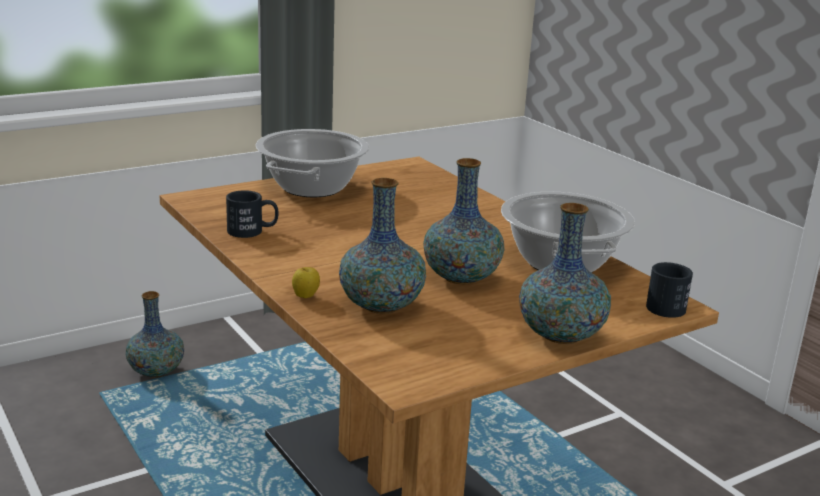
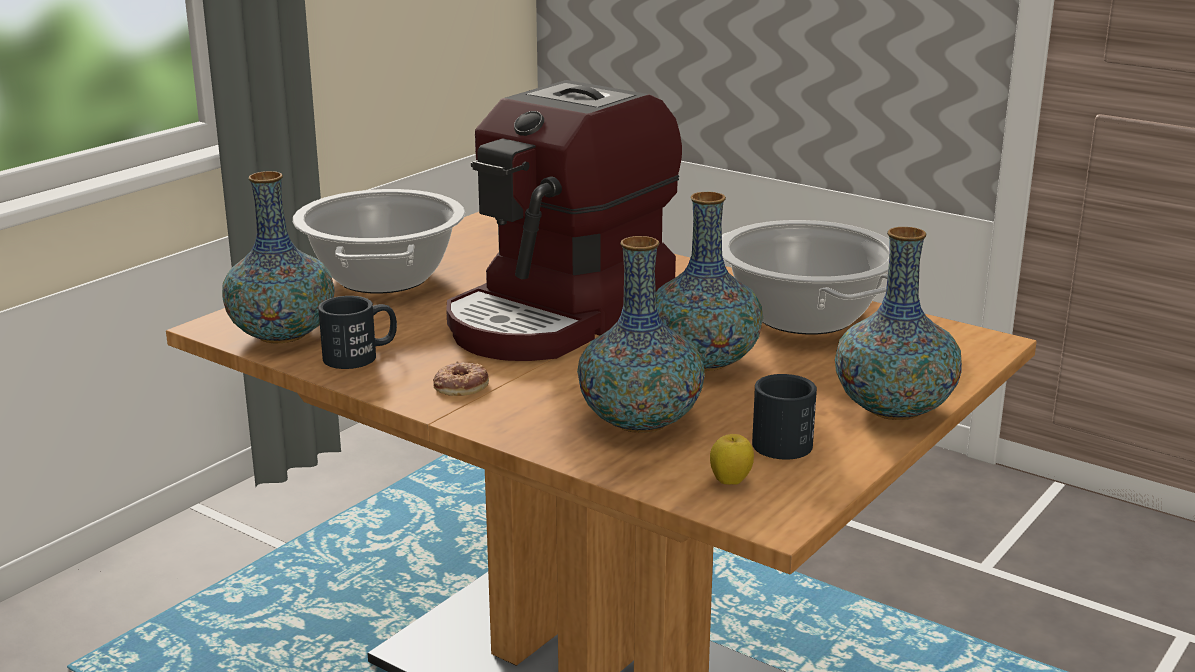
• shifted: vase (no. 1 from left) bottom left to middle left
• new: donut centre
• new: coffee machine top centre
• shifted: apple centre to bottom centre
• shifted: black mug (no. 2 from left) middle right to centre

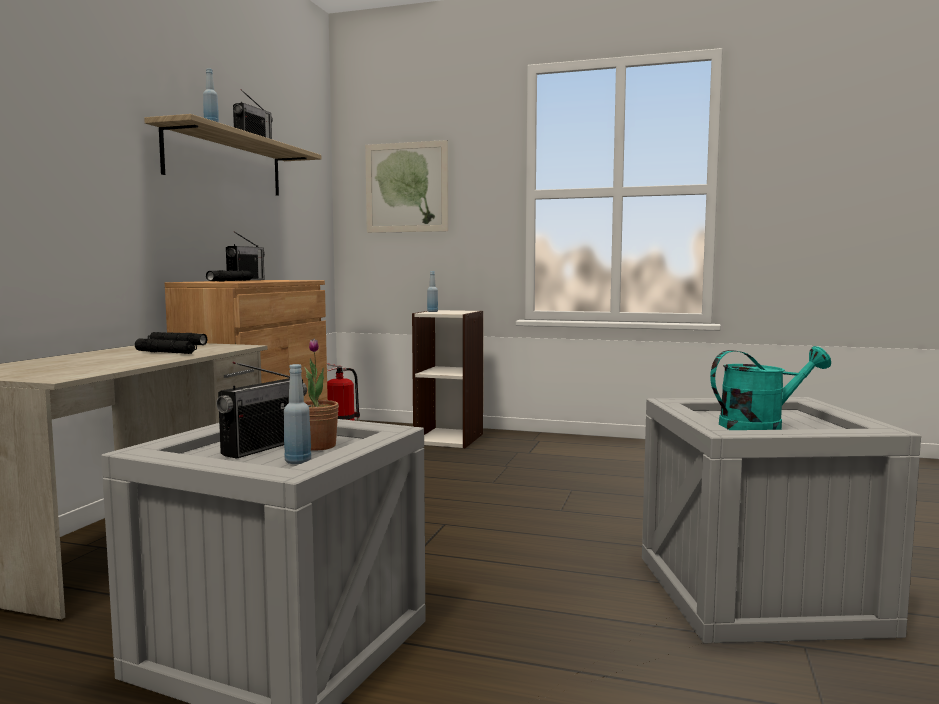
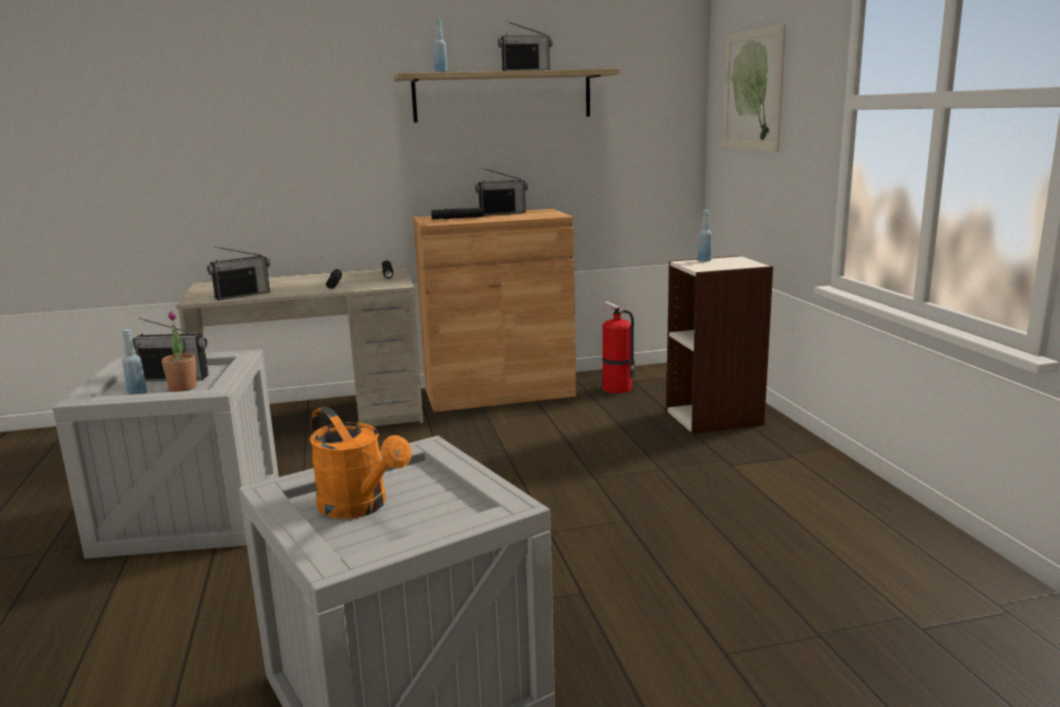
• new: radio (no. 2 from left) middle left
• repainted: turquoise watering can middle right to orange watering can centre

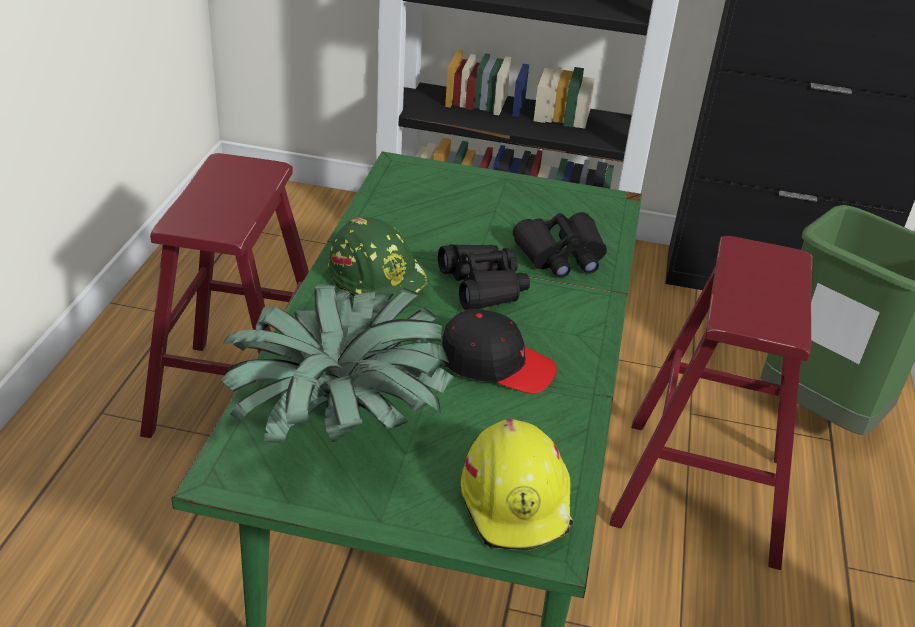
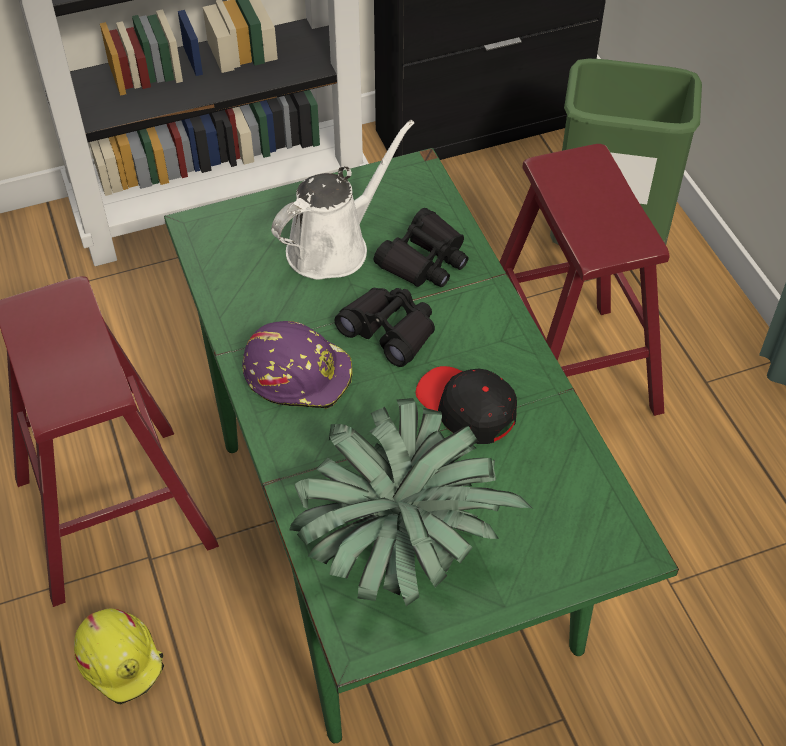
• shifted: yellow hard hat bottom centre to bottom left
• repainted: green hard hat centre to purple hard hat centre
• new: white watering can top centre
• rotated: black cap centre = centre 120 degrees counterclockwise

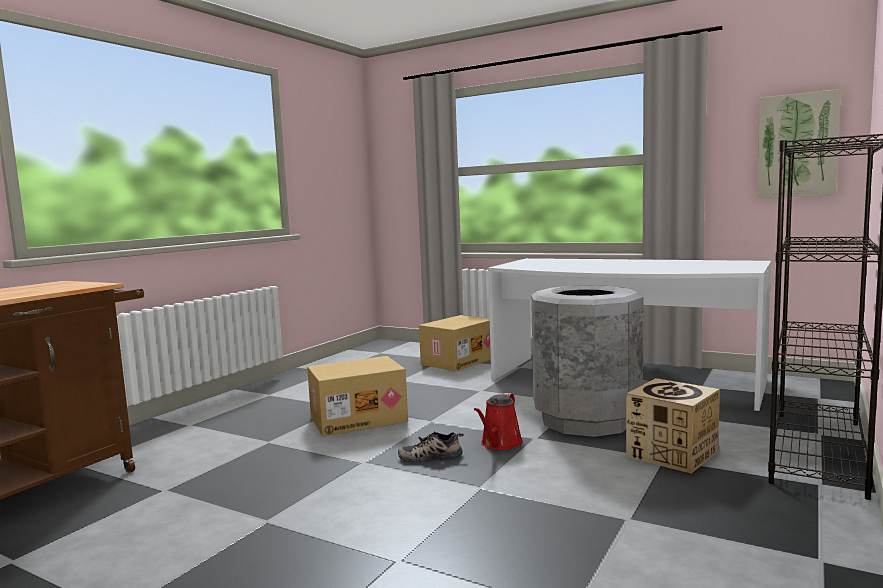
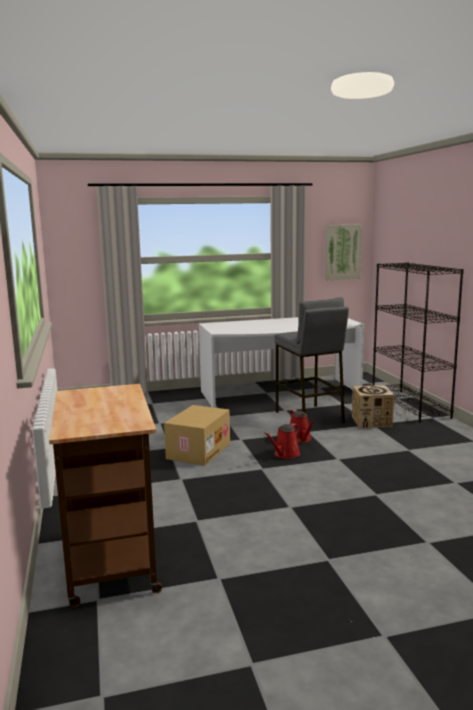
• swapped: shoe bottom centre to red watering can (no. 1 from left) centre
• swapped: grey trash can centre to grey stool centre
• gone: cardboard box (no. 2 from left) centre

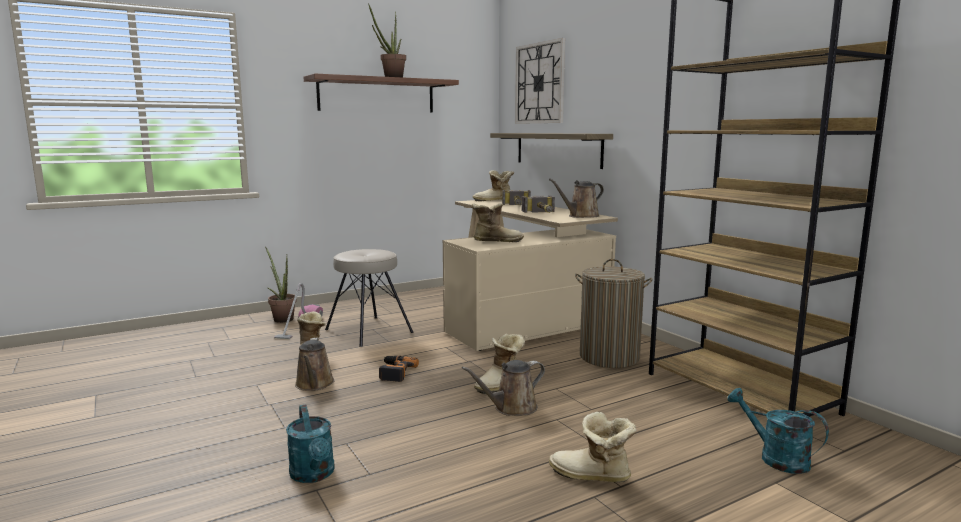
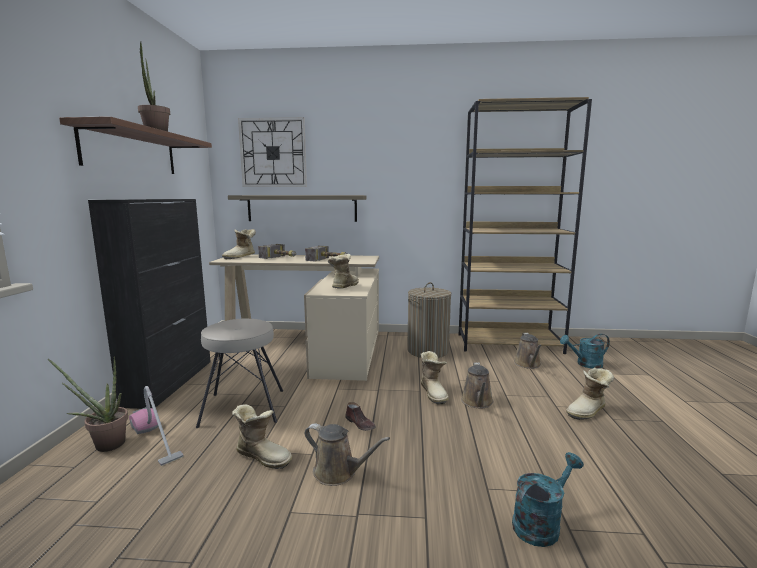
• new: black cabinet middle left
• swapped: power drill bottom centre to brown shoe bottom centre
• rotated: turquoise watering can (no. 1 from left) bottom left = bottom right 45 degrees counterclockwise
• shifted: brown watering can (no. 3 from left) centre to middle right

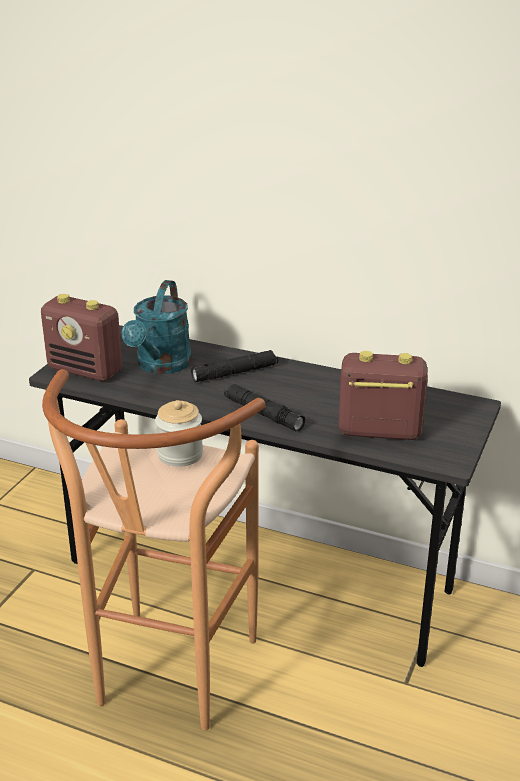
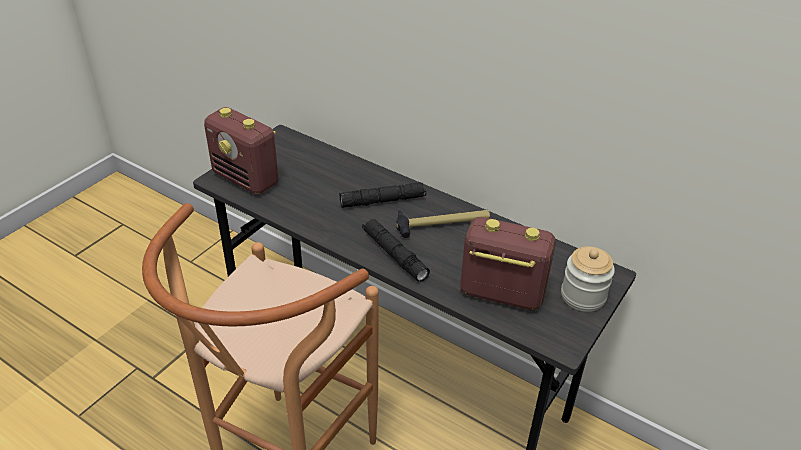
• new: hammer centre
• shifted: jar centre to middle right
• gone: turquoise watering can middle left

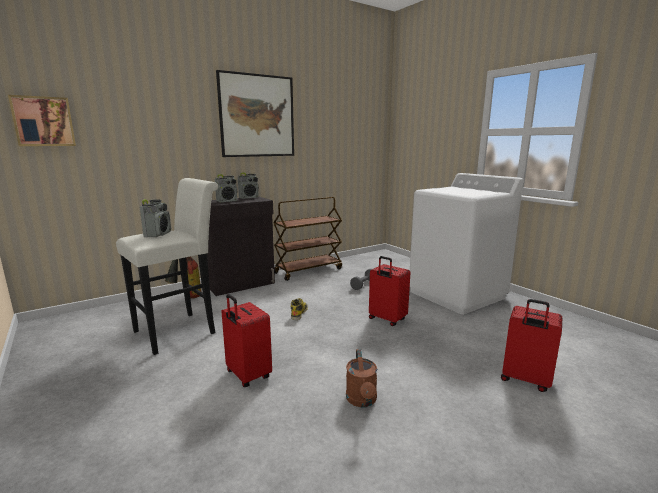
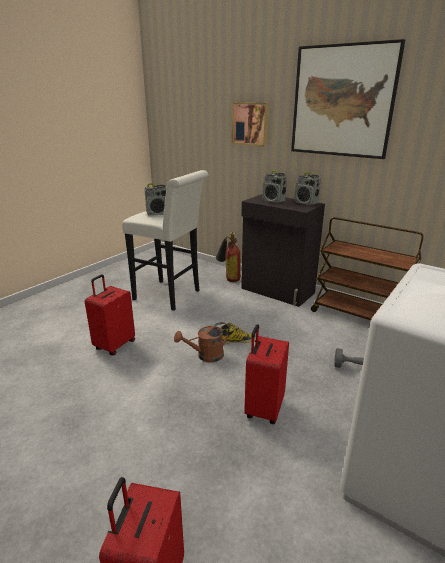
• shifted: brown watering can bottom centre to centre
• shifted: picture (no. 1 from left) top left to top centre

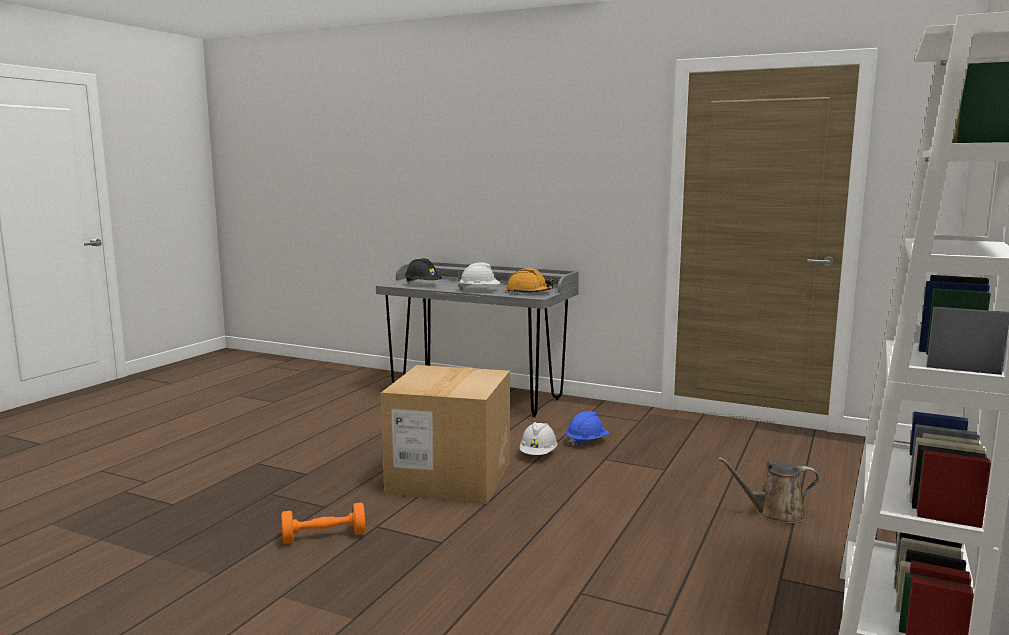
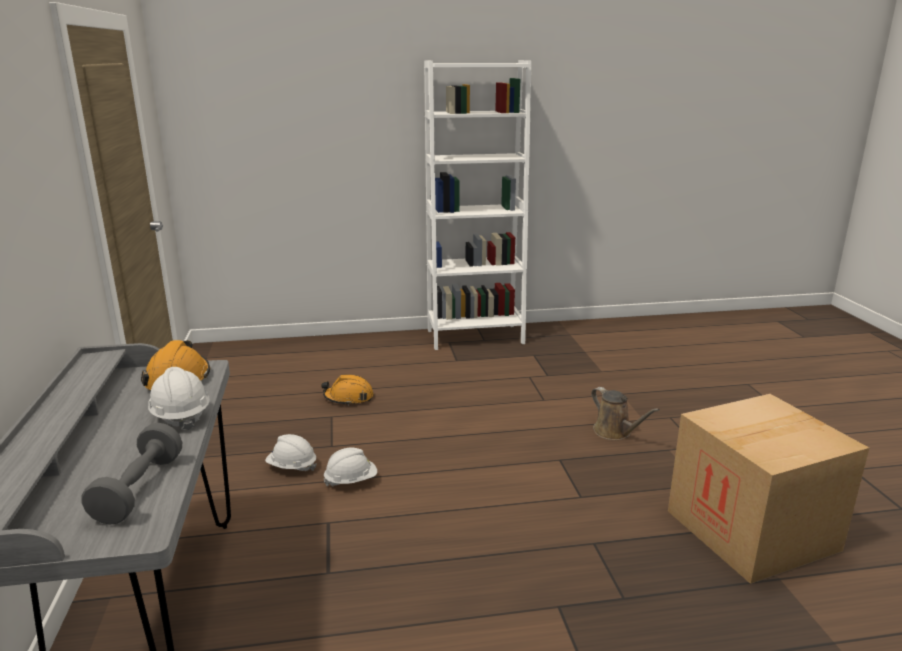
• swapped: black hard hat centre to grey dumbbell bottom left
• repainted: blue hard hat bottom centre to white hard hat (no. 2 from left) bottom left
• new: orange hard hat (no. 2 from left) centre
• shifted: brown watering can bottom right to middle right
• shifted: cardboard box bottom centre to bottom right
• gone: orange dumbbell bottom left

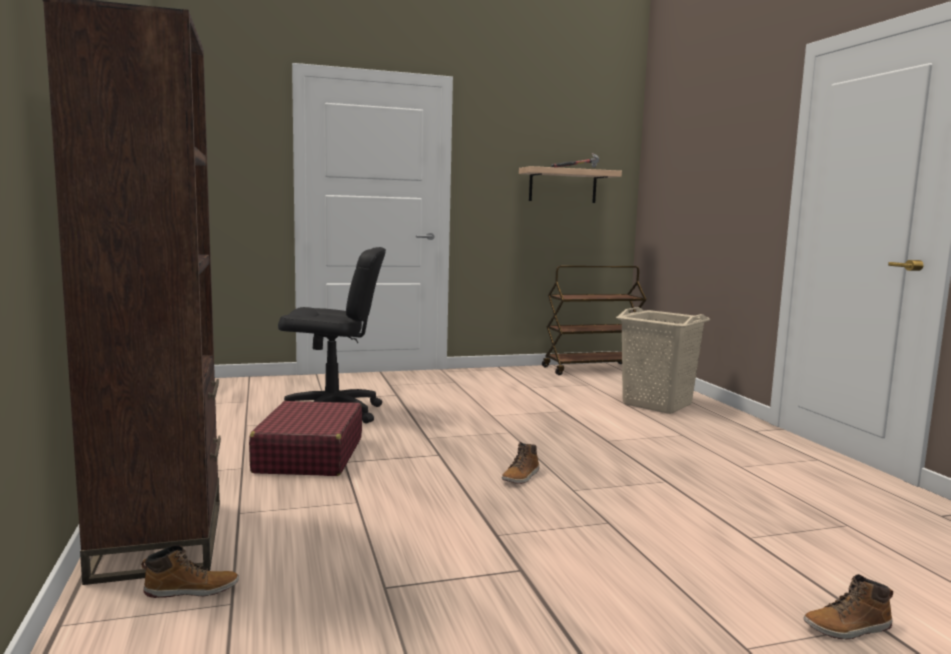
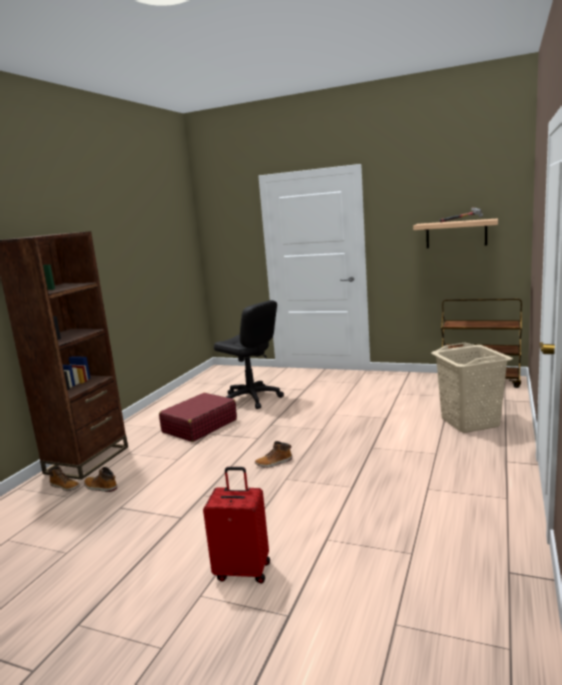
• shifted: boot (no. 3 from left in the first image) bottom right to boot (no. 2 from left) bottom left
• new: red suitcase (no. 2 from left) bottom centre

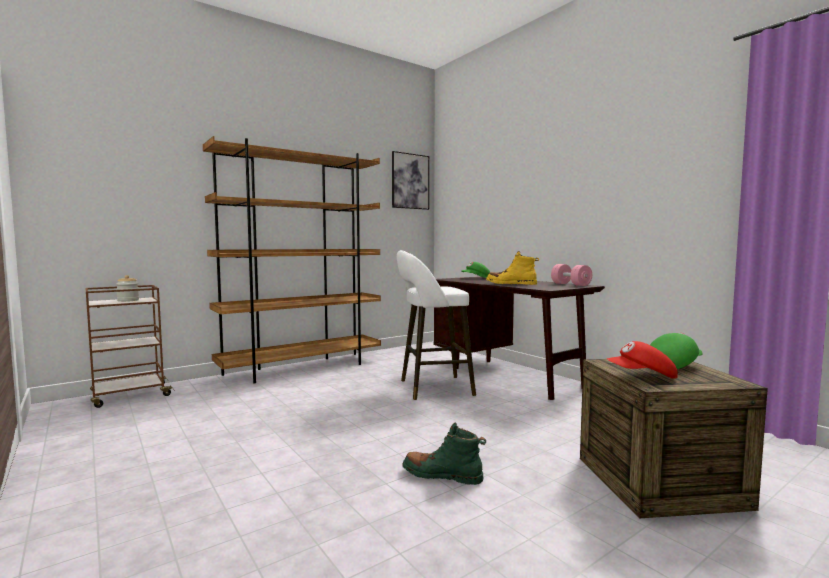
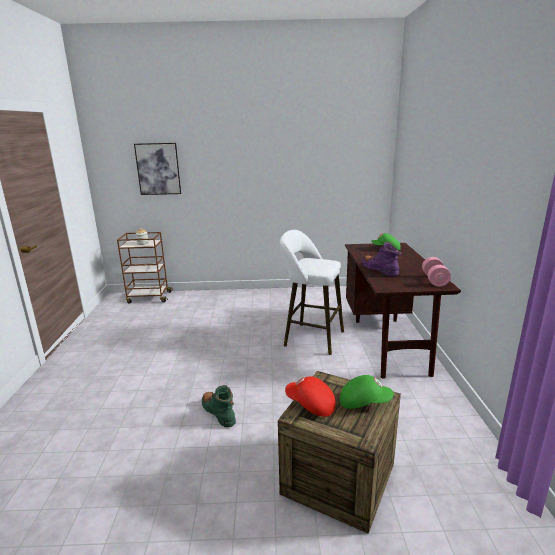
• shifted: picture top centre to top left
• repainted: yellow boot centre to purple boot middle right
• gone: brown bookcase centre

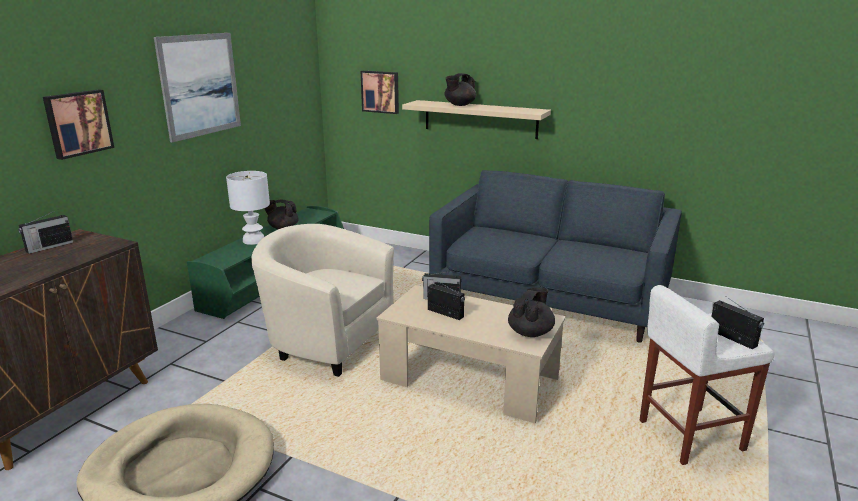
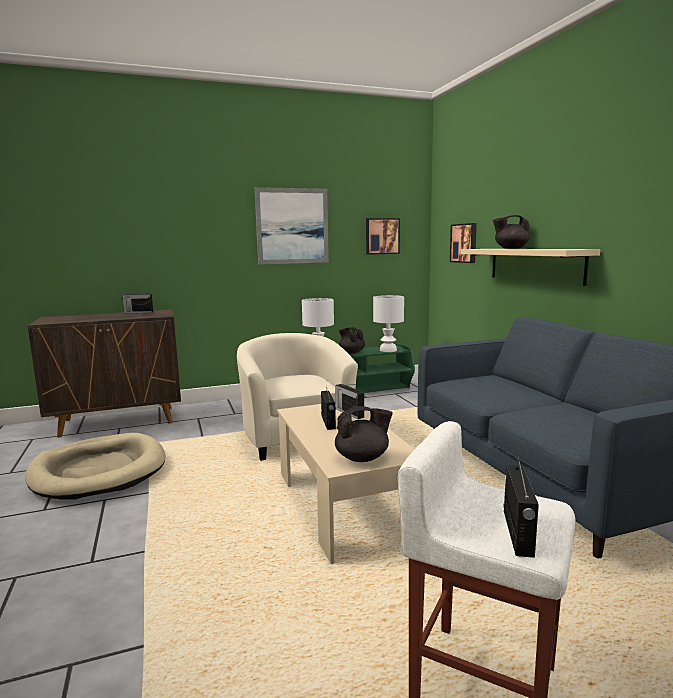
• shifted: picture (no. 1 from left in the first image) top left to picture (no. 2 from left) centre
• new: white table lamp (no. 2 from left) centre

